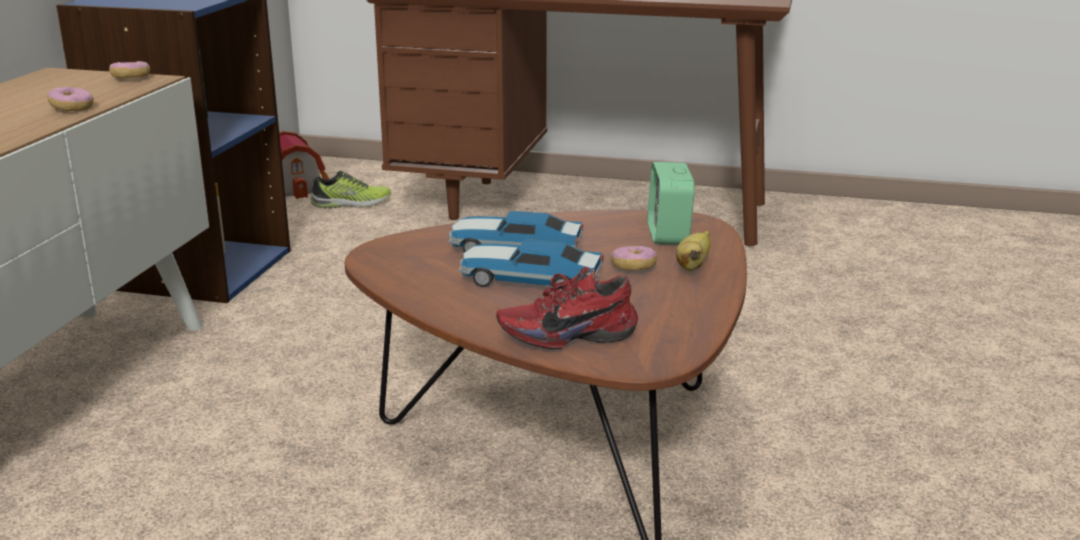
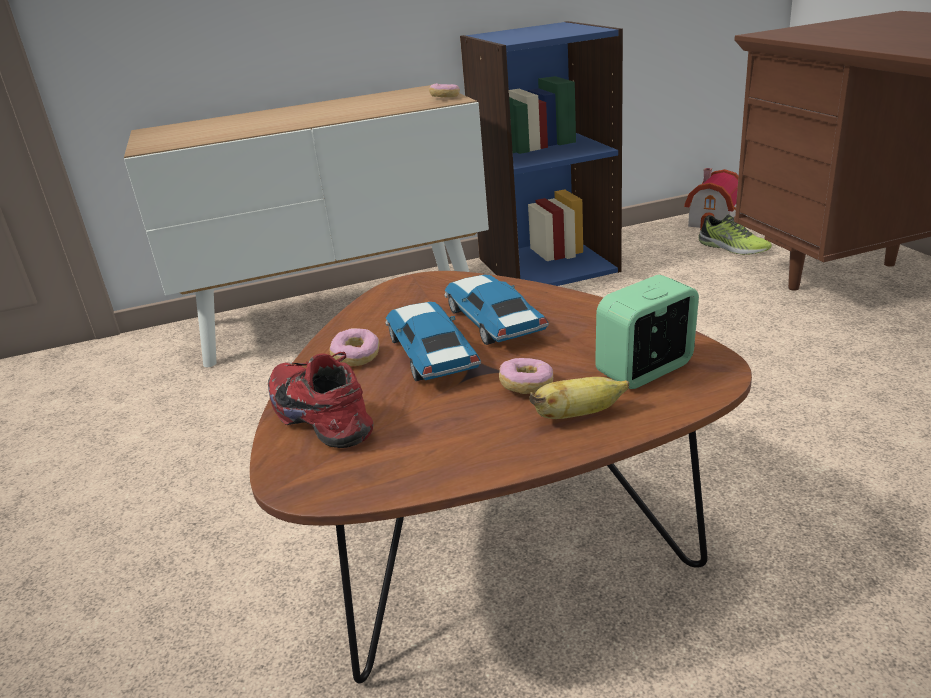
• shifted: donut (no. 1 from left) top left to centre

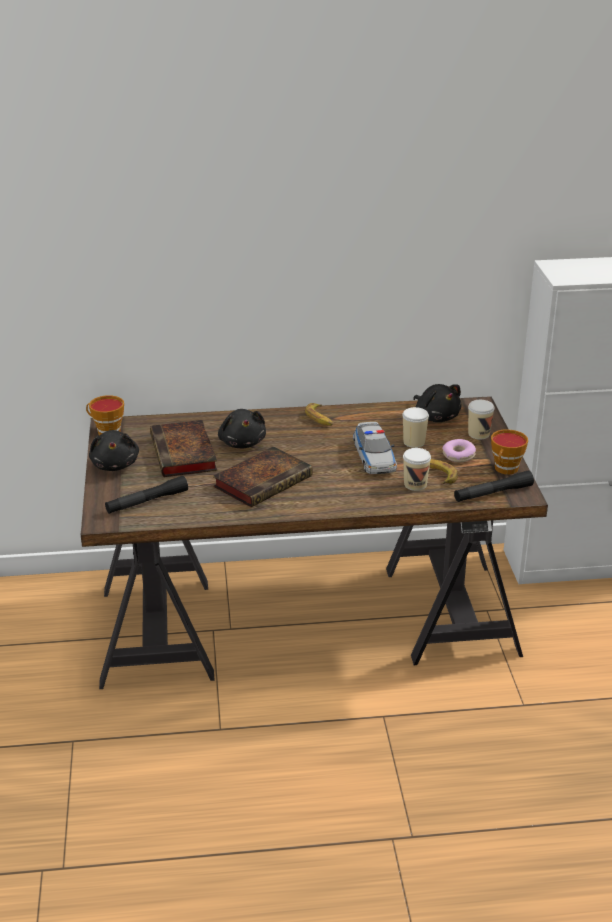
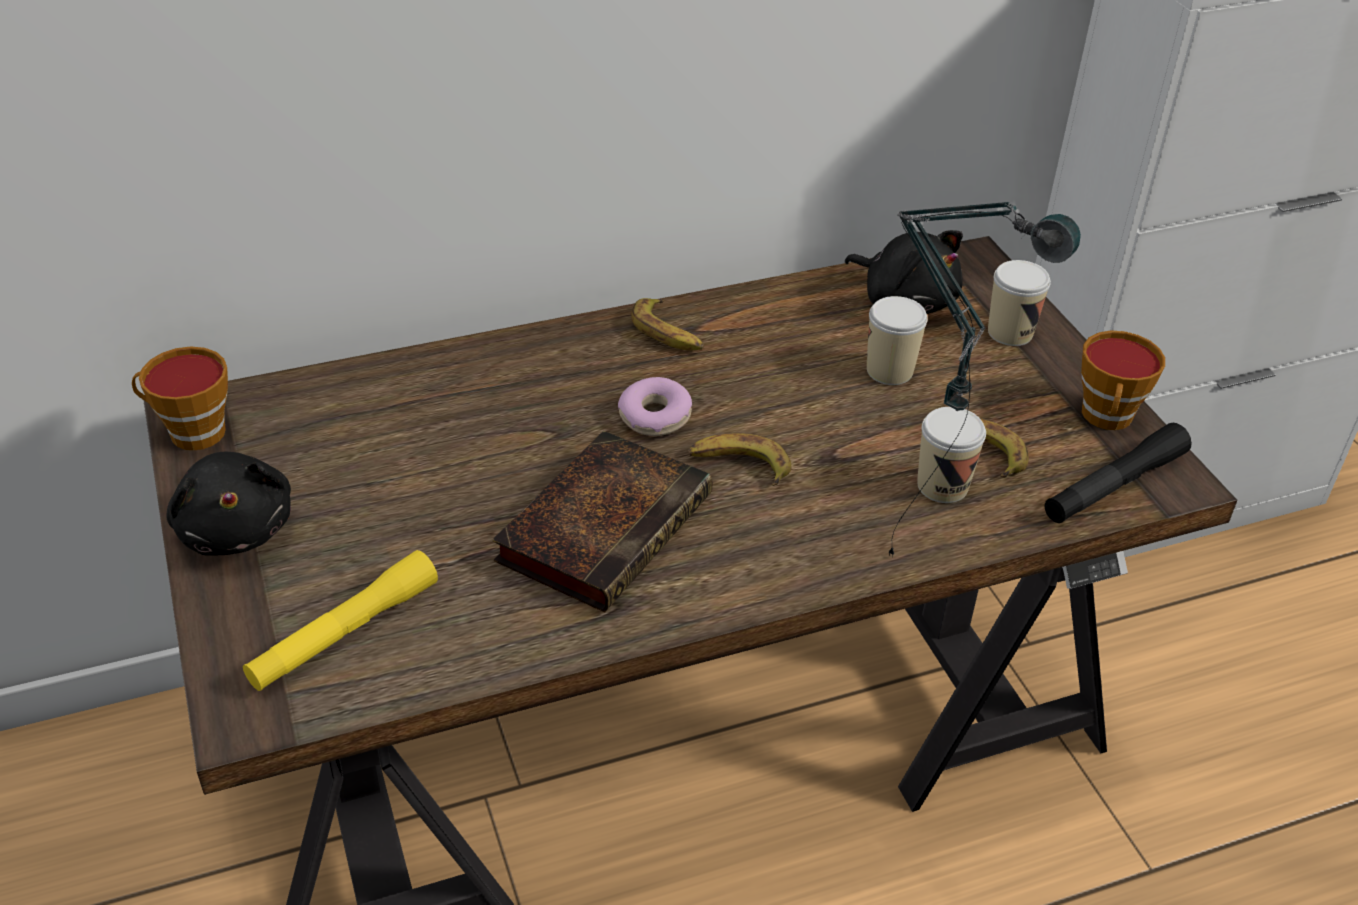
• repainted: black flashlight (no. 1 from left) middle left to yellow flashlight bottom left
• shifted: donut middle right to centre
• new: banana (no. 2 from left) centre
• new: table lamp middle right
• gone: book (no. 1 from left) middle left
• gone: black plush toy (no. 2 from left) centre
• gone: toy car centre

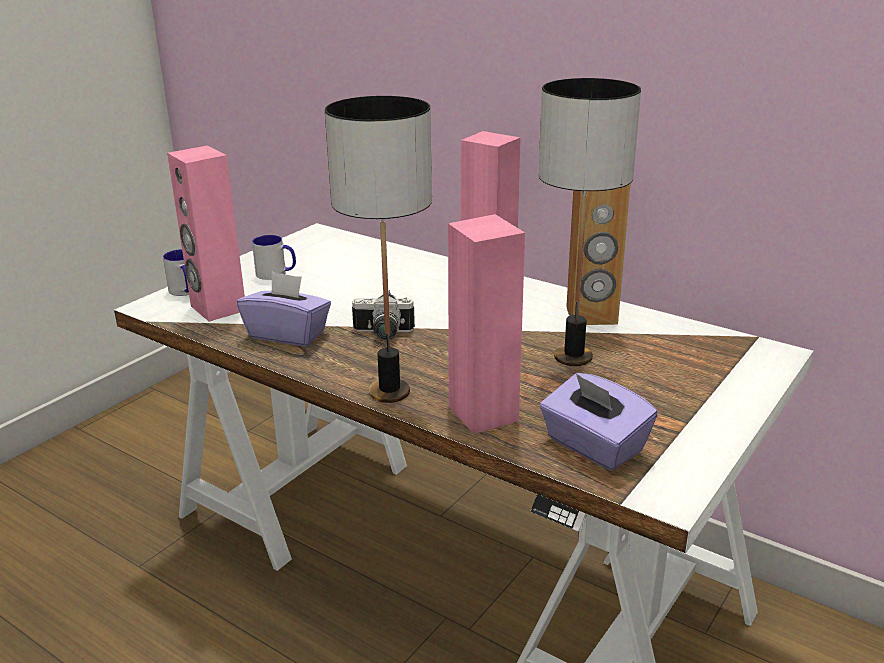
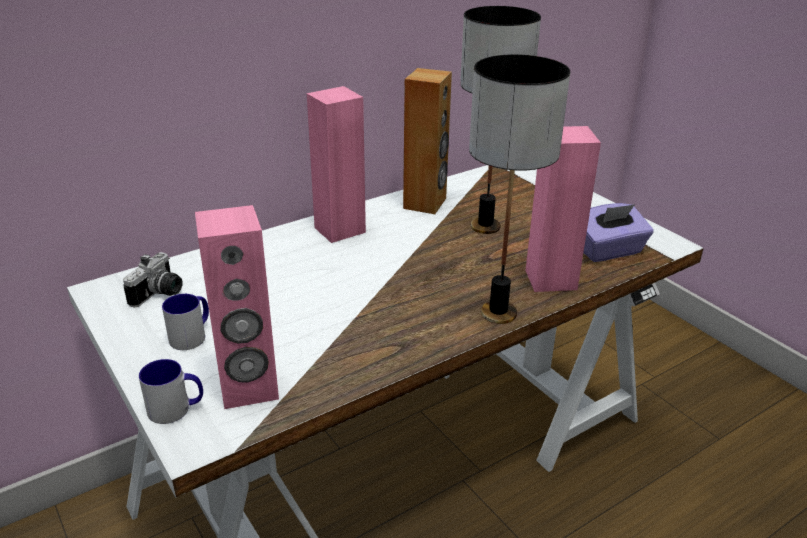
• shifted: photo camera centre to middle left
• gone: purple tissue box (no. 1 from left) middle left

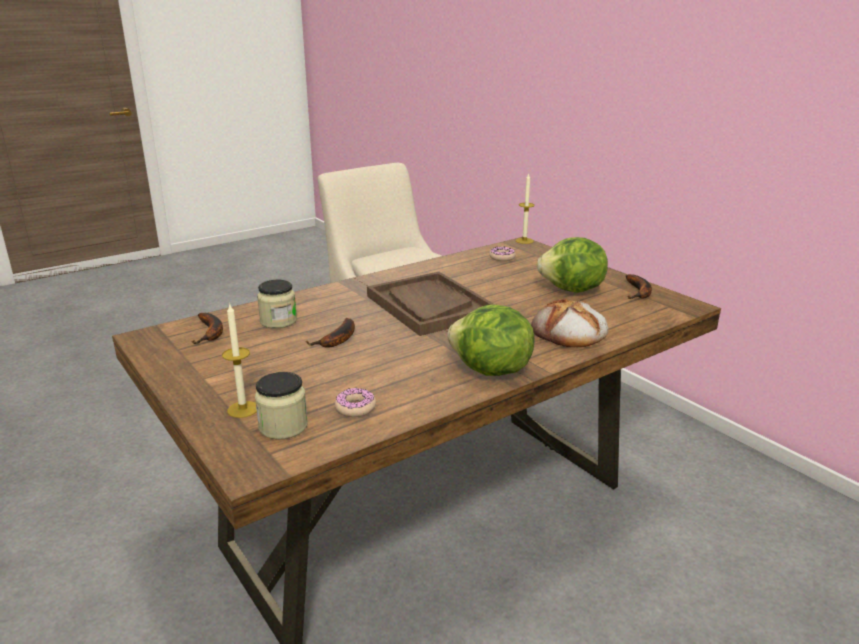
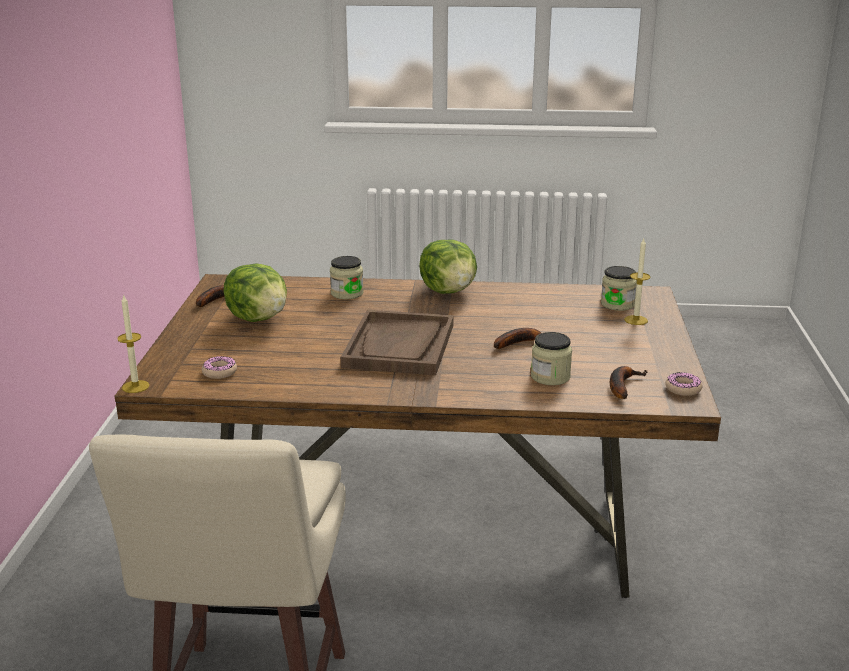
• swapped: bread centre to jar (no. 1 from left) centre
• shifted: donut (no. 1 from left in the first image) centre to donut (no. 2 from left) middle right

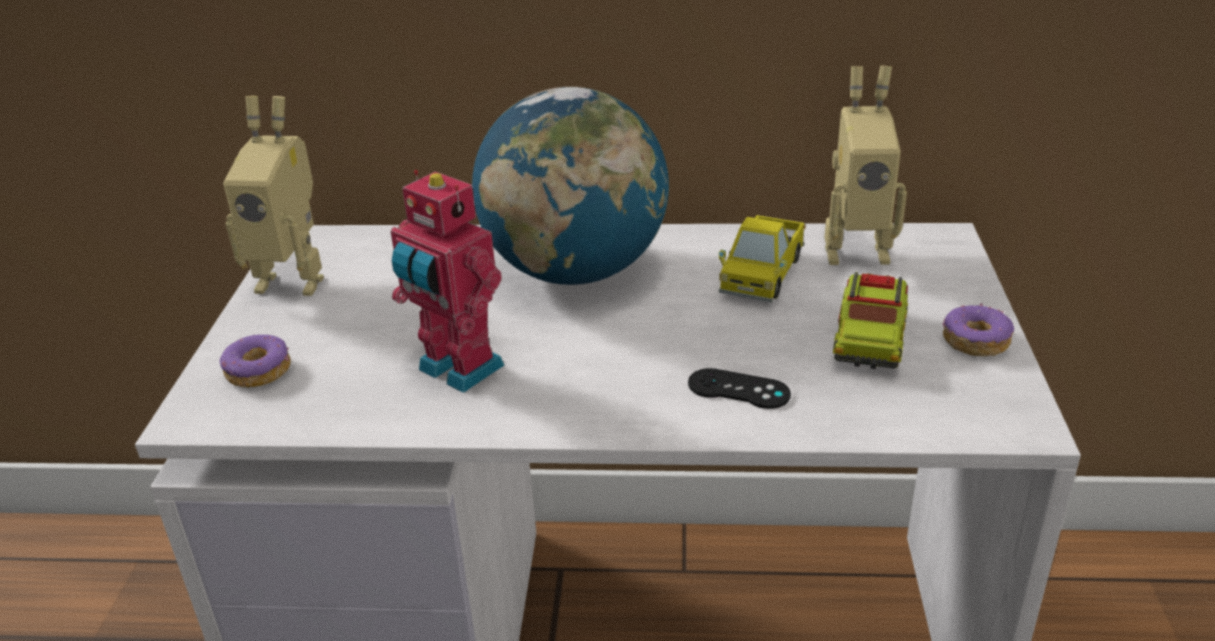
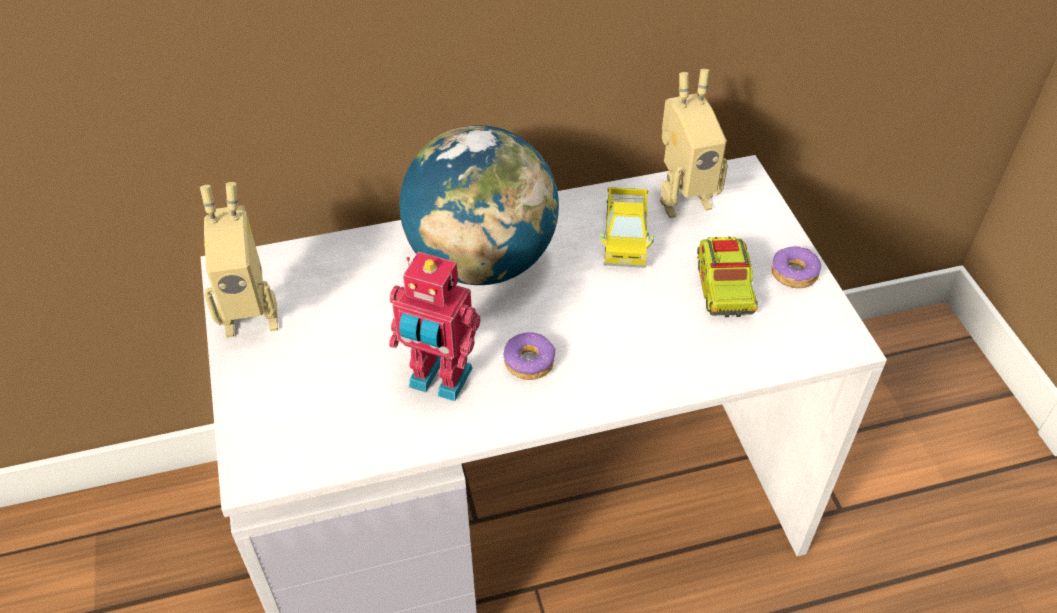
• shifted: donut (no. 1 from left) middle left to centre
• gone: black game controller centre

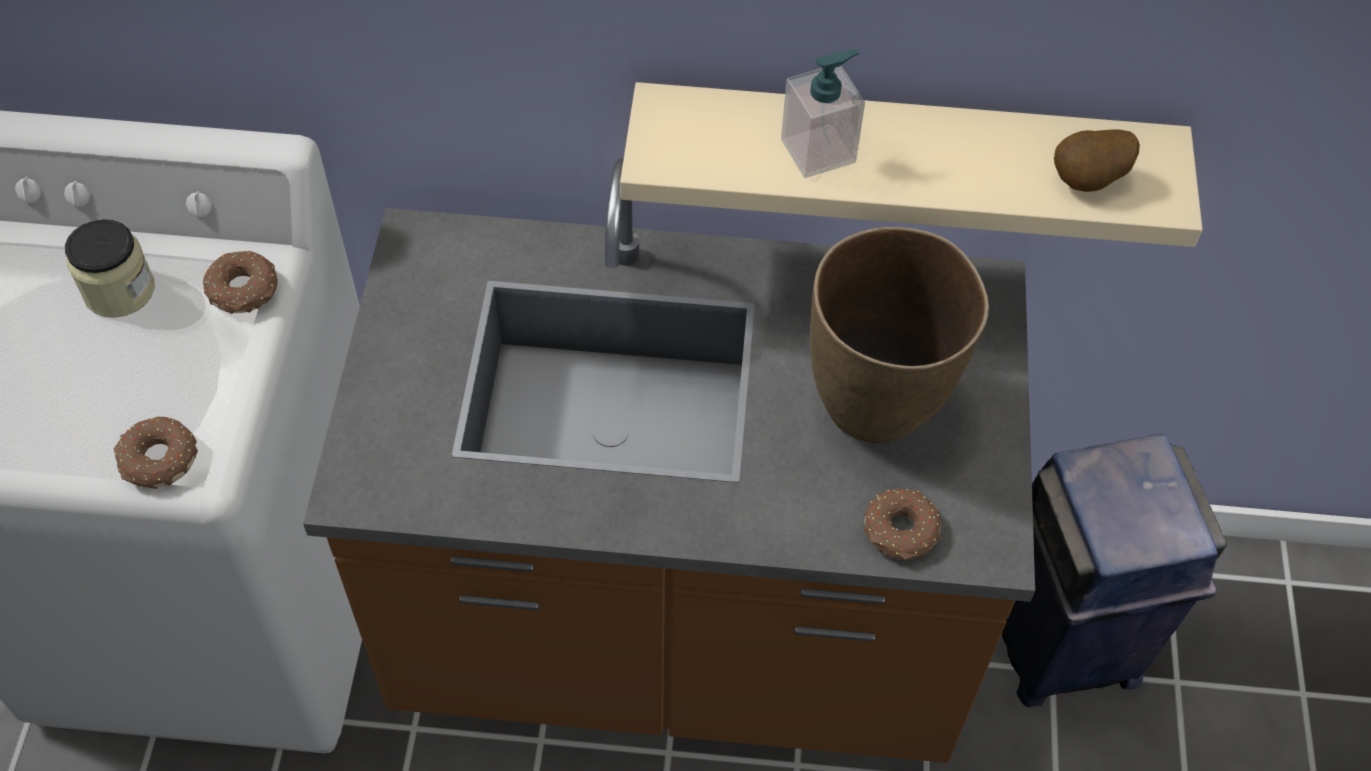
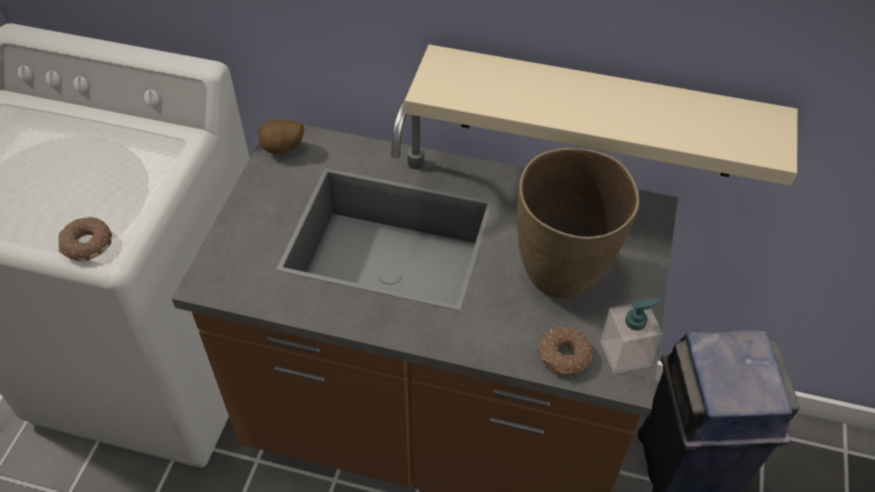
• shifted: potato top right to top left
• shifted: soap dispenser top centre to bottom right
• gone: jar middle left
• gone: donut (no. 2 from left) middle left

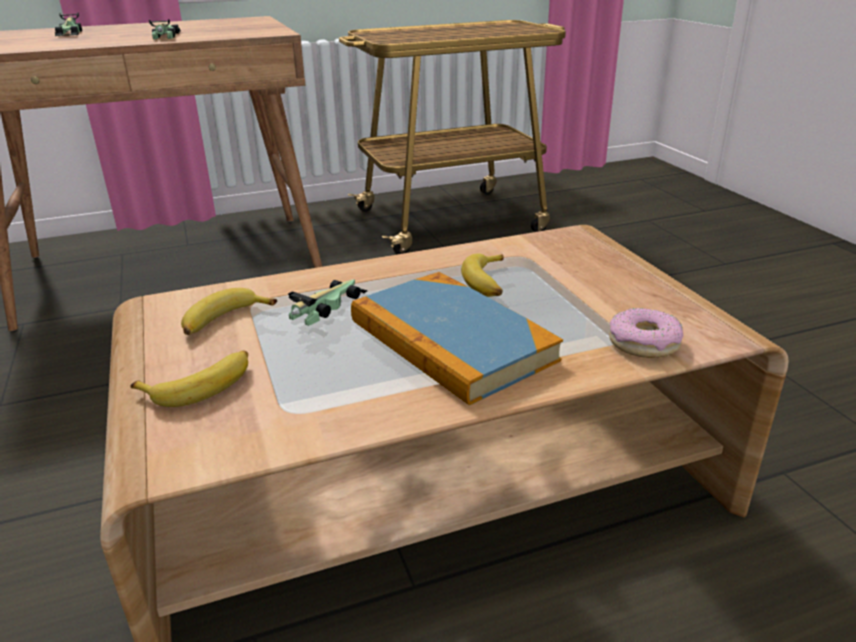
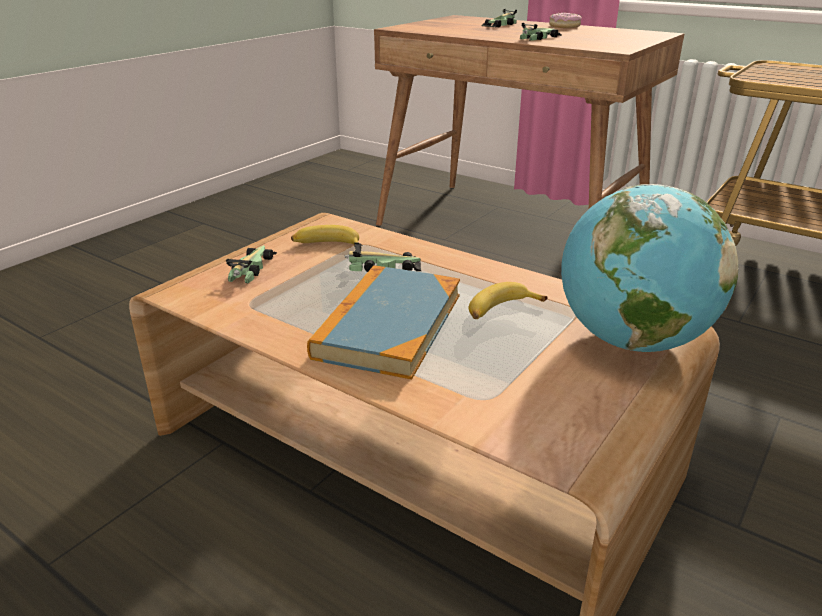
• swapped: banana (no. 1 from left) middle left to toy car (no. 1 from left) middle left
• shifted: donut middle right to top right
• new: globe middle right

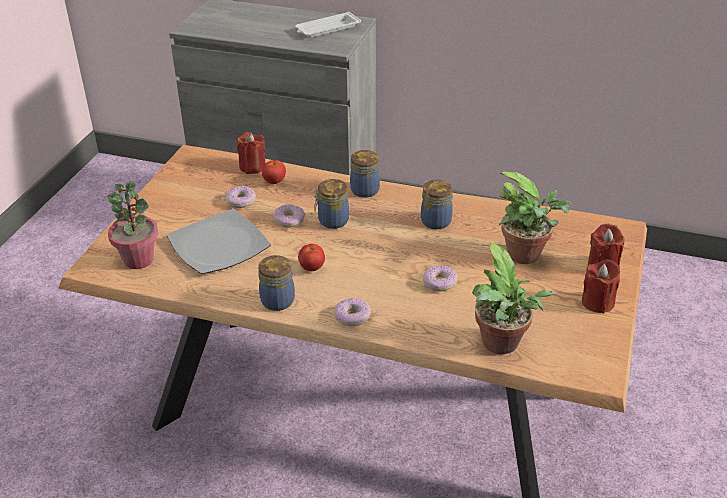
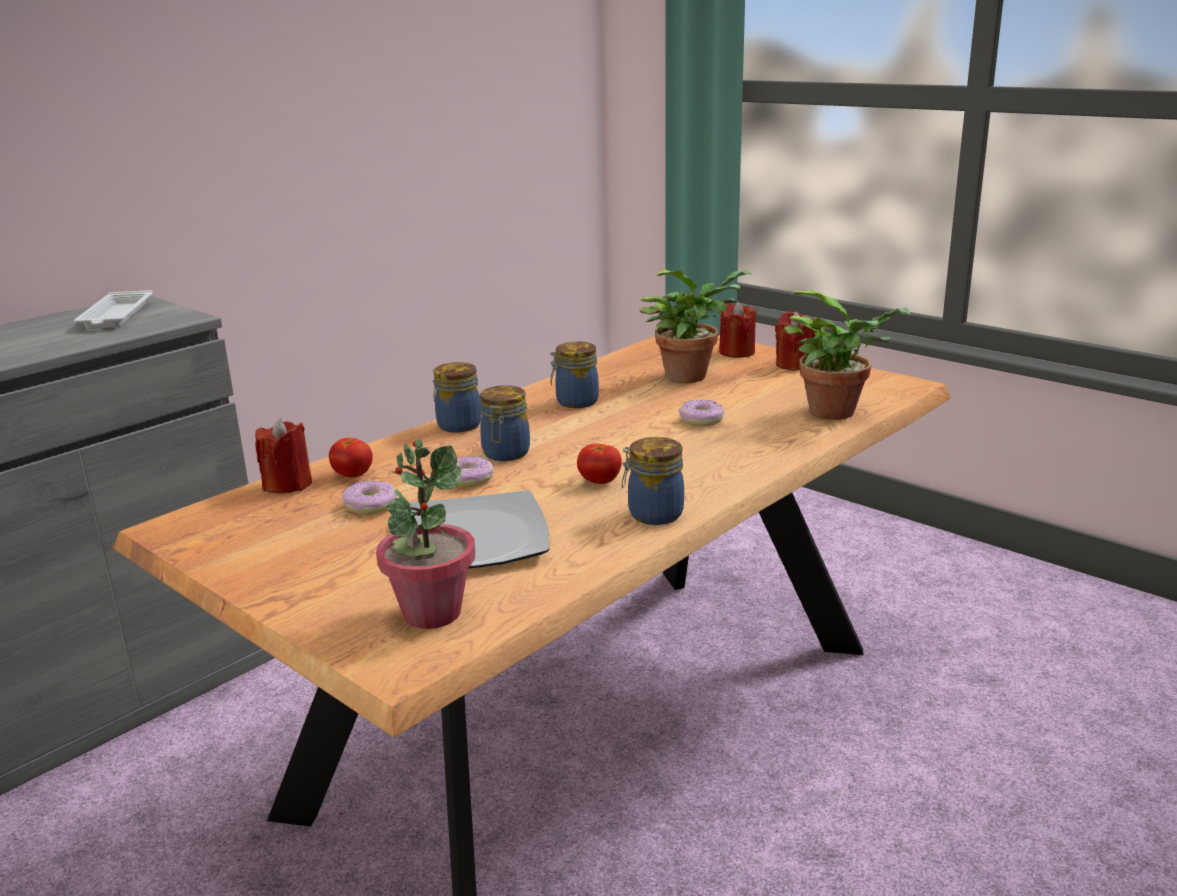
• gone: donut (no. 3 from left) centre

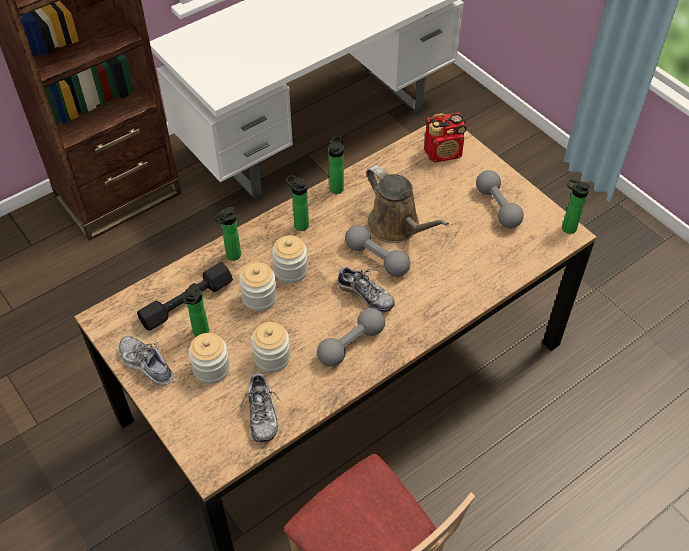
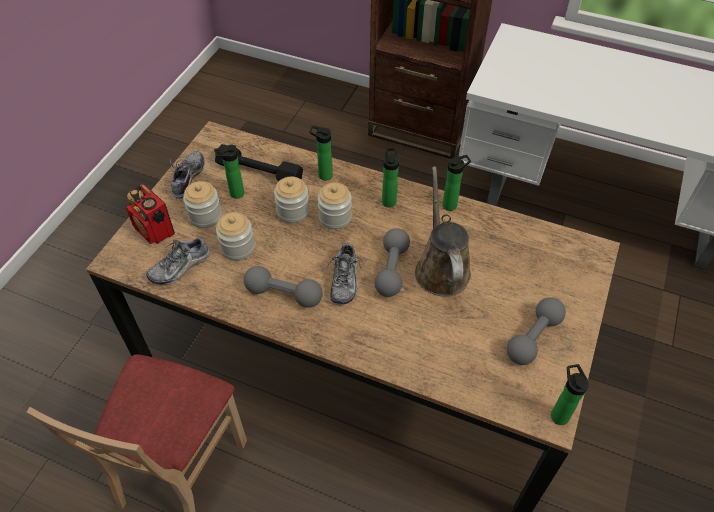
• shifted: radio top centre to middle left
• rotated: brown watering can centre = centre 150 degrees clockwise

